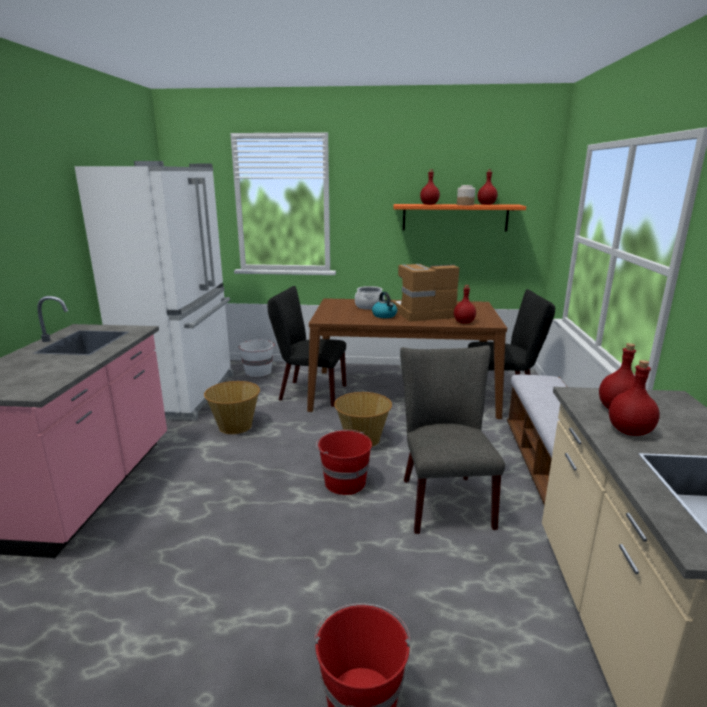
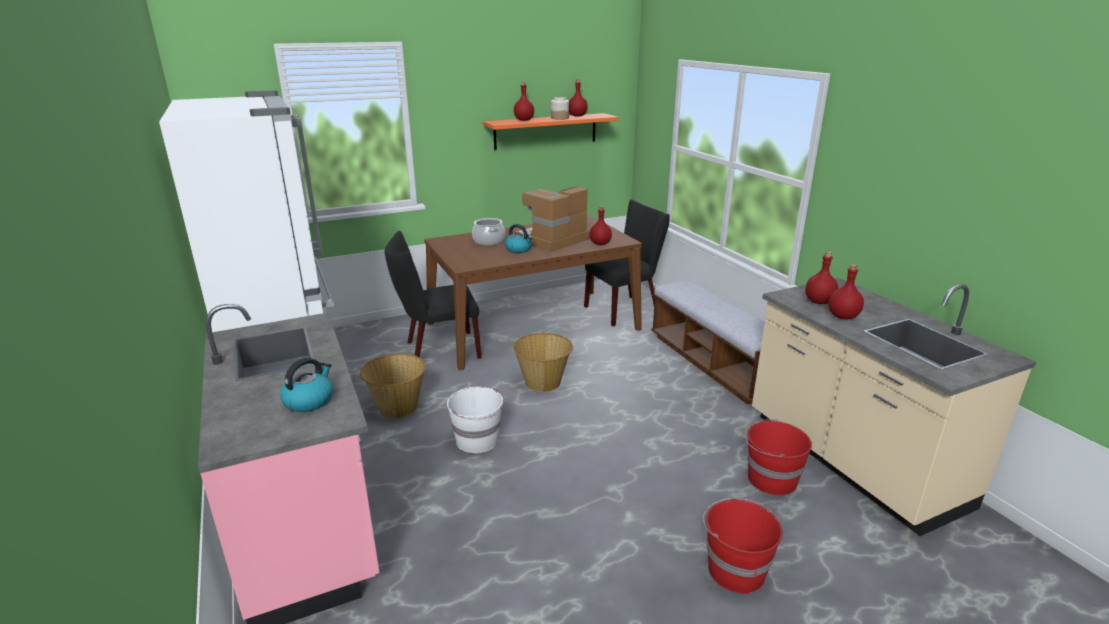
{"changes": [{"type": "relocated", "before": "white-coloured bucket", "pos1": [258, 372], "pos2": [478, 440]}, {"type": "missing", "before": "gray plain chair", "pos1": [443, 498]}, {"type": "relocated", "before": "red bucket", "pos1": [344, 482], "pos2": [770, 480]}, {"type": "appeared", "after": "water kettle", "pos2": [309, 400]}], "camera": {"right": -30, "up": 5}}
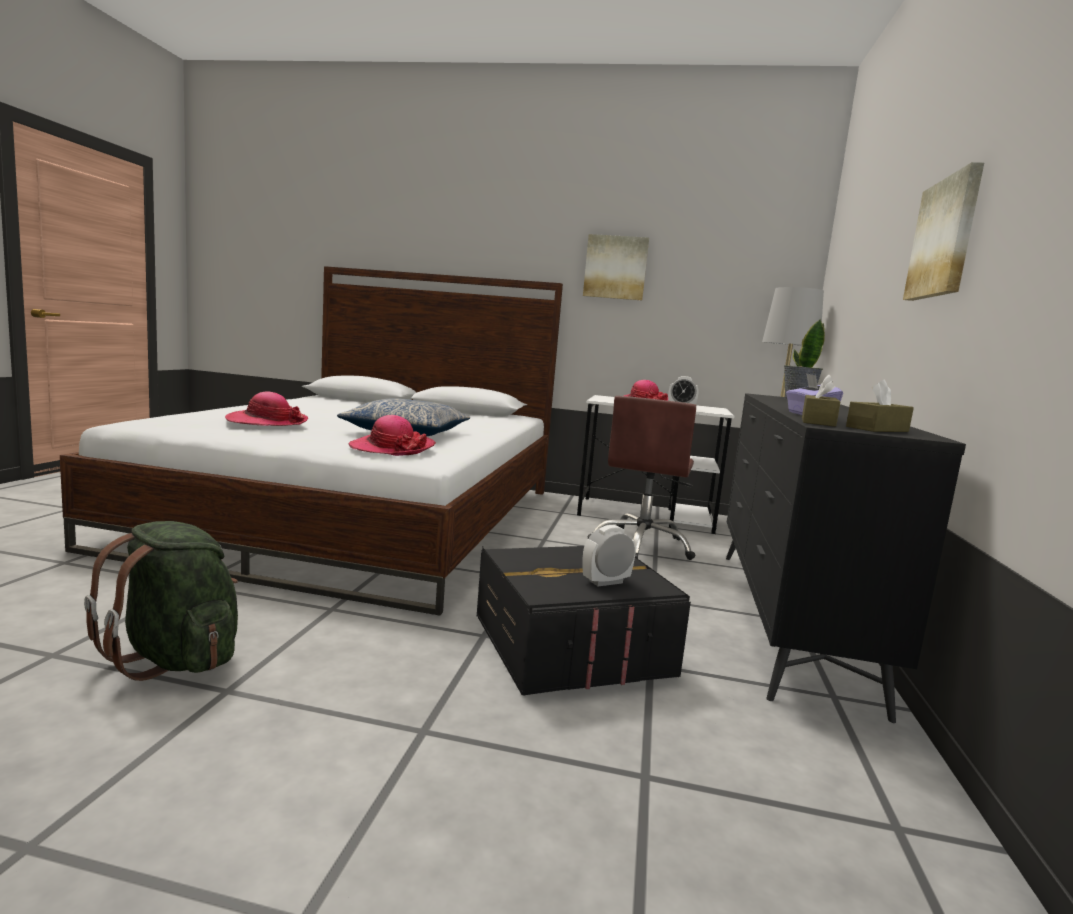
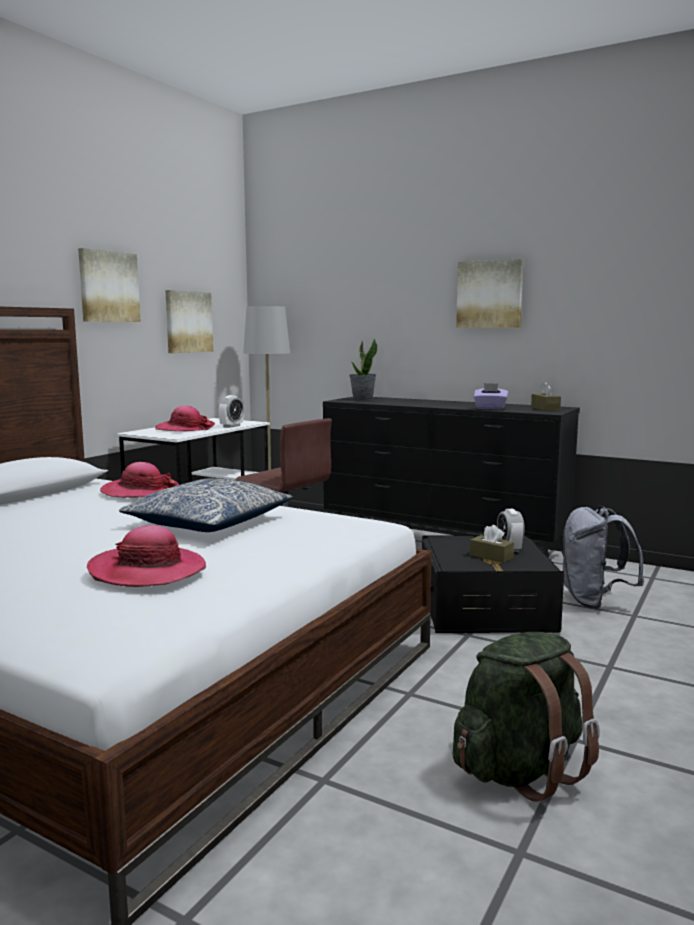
{"changes": [{"type": "relocated", "before": "brown box of tissues", "pos1": [818, 422], "pos2": [491, 556]}, {"type": "relocated", "before": "hat", "pos1": [391, 448], "pos2": [140, 491]}, {"type": "appeared", "after": "picture", "pos2": [188, 322]}, {"type": "appeared", "after": "gray rucksack", "pos2": [594, 601]}], "camera": {"right": -70, "up": 0}}
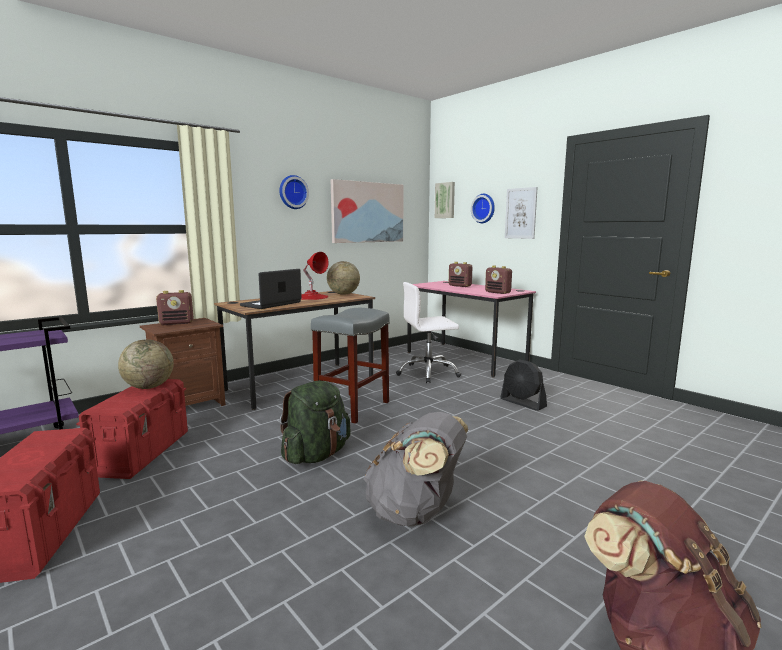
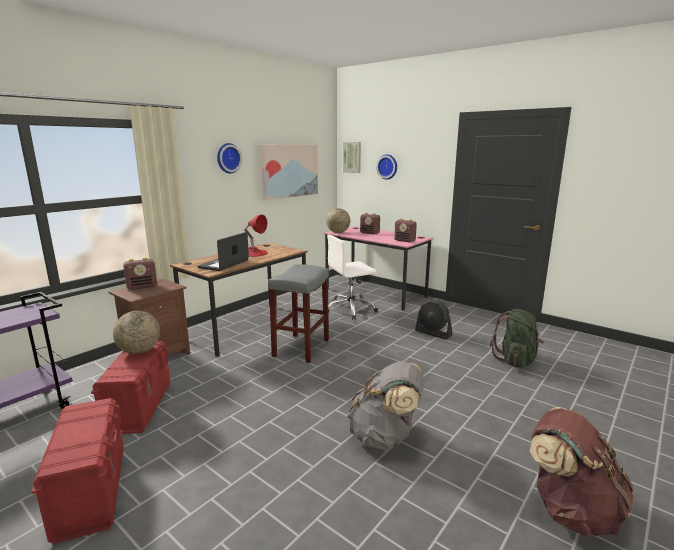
{"changes": [{"type": "missing", "before": "picture", "pos1": [520, 213]}, {"type": "relocated", "before": "globe", "pos1": [343, 294], "pos2": [338, 232]}, {"type": "relocated", "before": "greenish rucksack", "pos1": [316, 455], "pos2": [516, 360]}], "camera": {"right": -10, "up": 5}}
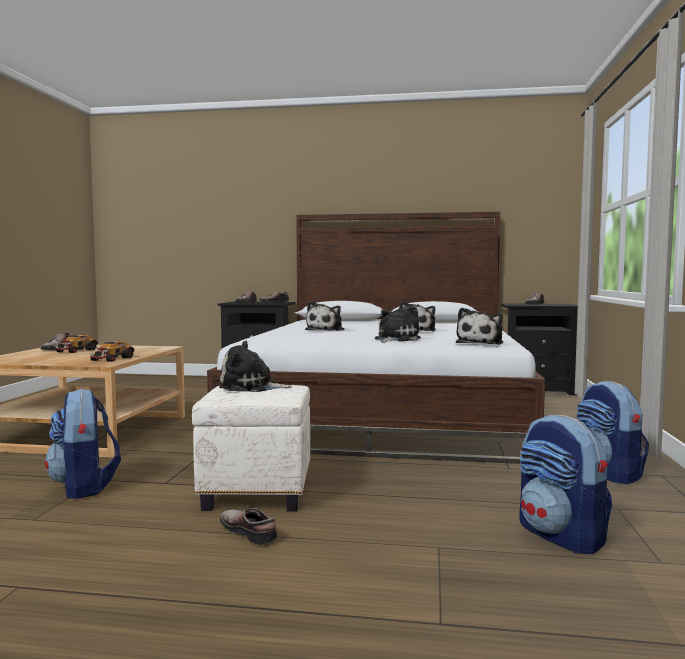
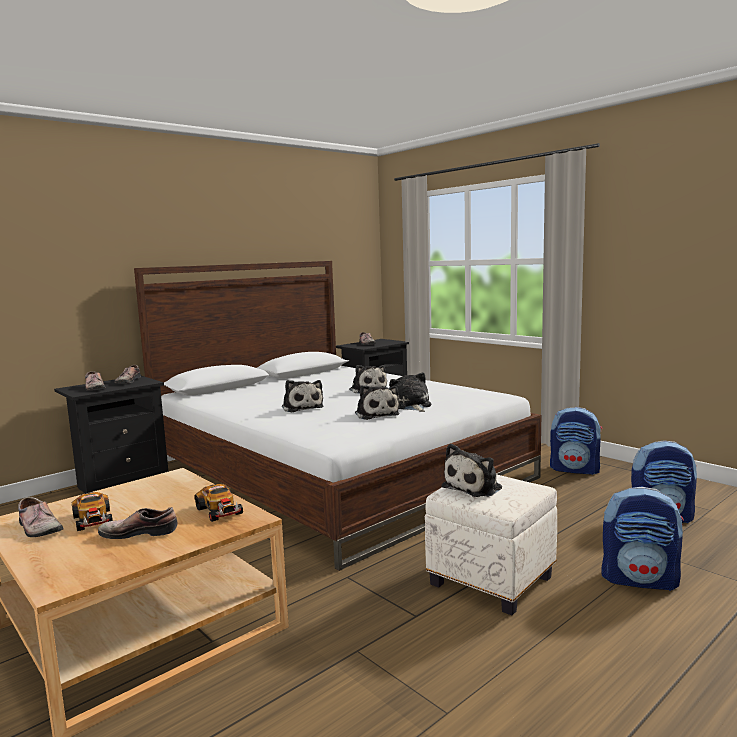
{"changes": [{"type": "relocated", "before": "plush toy", "pos1": [481, 343], "pos2": [376, 414]}, {"type": "relocated", "before": "rucksack", "pos1": [85, 487], "pos2": [640, 580]}, {"type": "relocated", "before": "shoe", "pos1": [250, 532], "pos2": [140, 532]}], "camera": {"right": -50, "up": 5}}
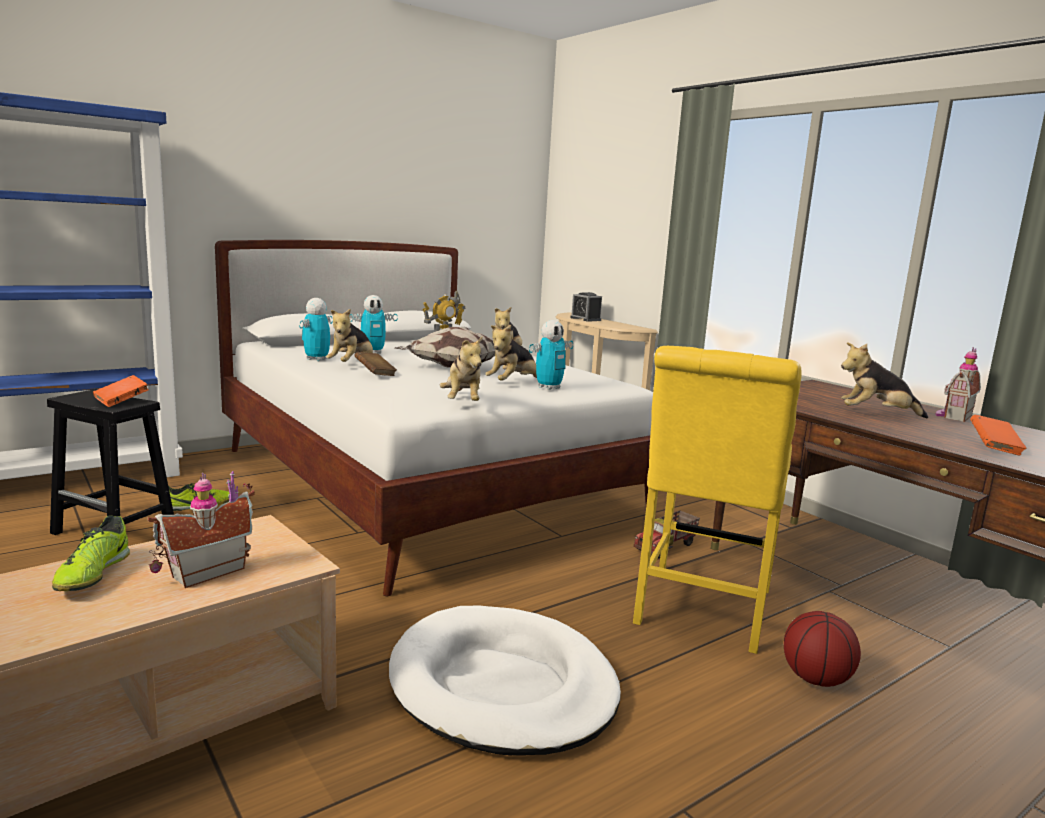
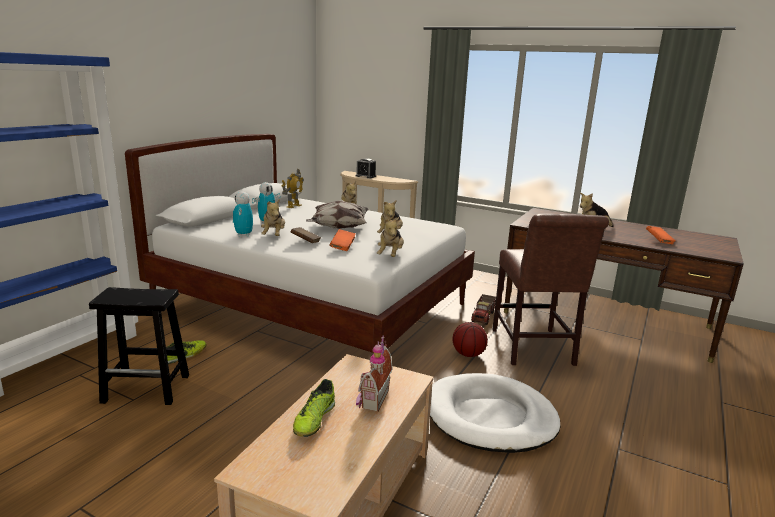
{"changes": [{"type": "missing", "before": "toy robot", "pos1": [549, 388]}, {"type": "spun", "before": "plush toy", "pos1": [462, 402], "pos2": [390, 255], "turn": 45}, {"type": "colour", "before": "yellow plain chair", "after": "brown plain chair", "pos1": [700, 610], "pos2": [533, 349]}, {"type": "missing", "before": "miniature house", "pos1": [953, 416]}, {"type": "relocated", "before": "orangey book", "pos1": [122, 402], "pos2": [342, 247]}, {"type": "spun", "before": "shoe", "pos1": [92, 574], "pos2": [314, 420], "turn": 45}, {"type": "relocated", "before": "basketball", "pos1": [815, 679], "pos2": [468, 354]}], "camera": {"right": -25, "up": 5}}
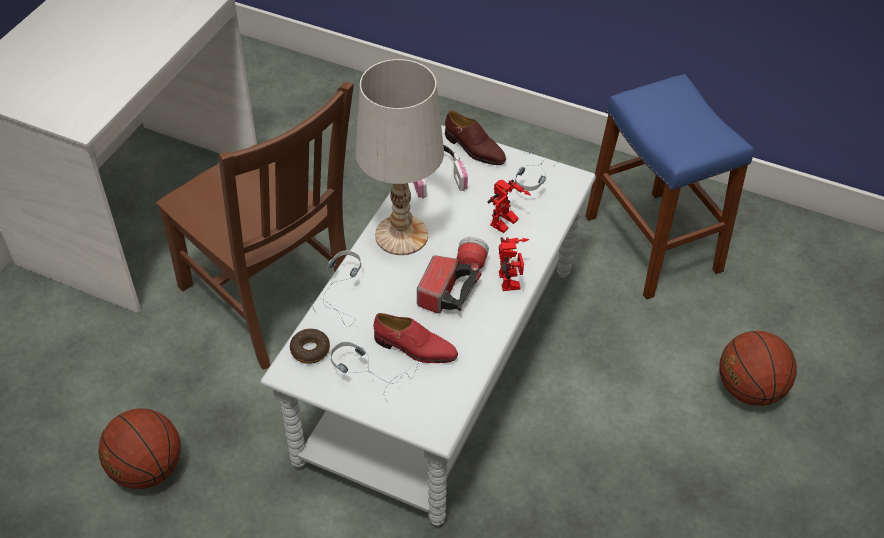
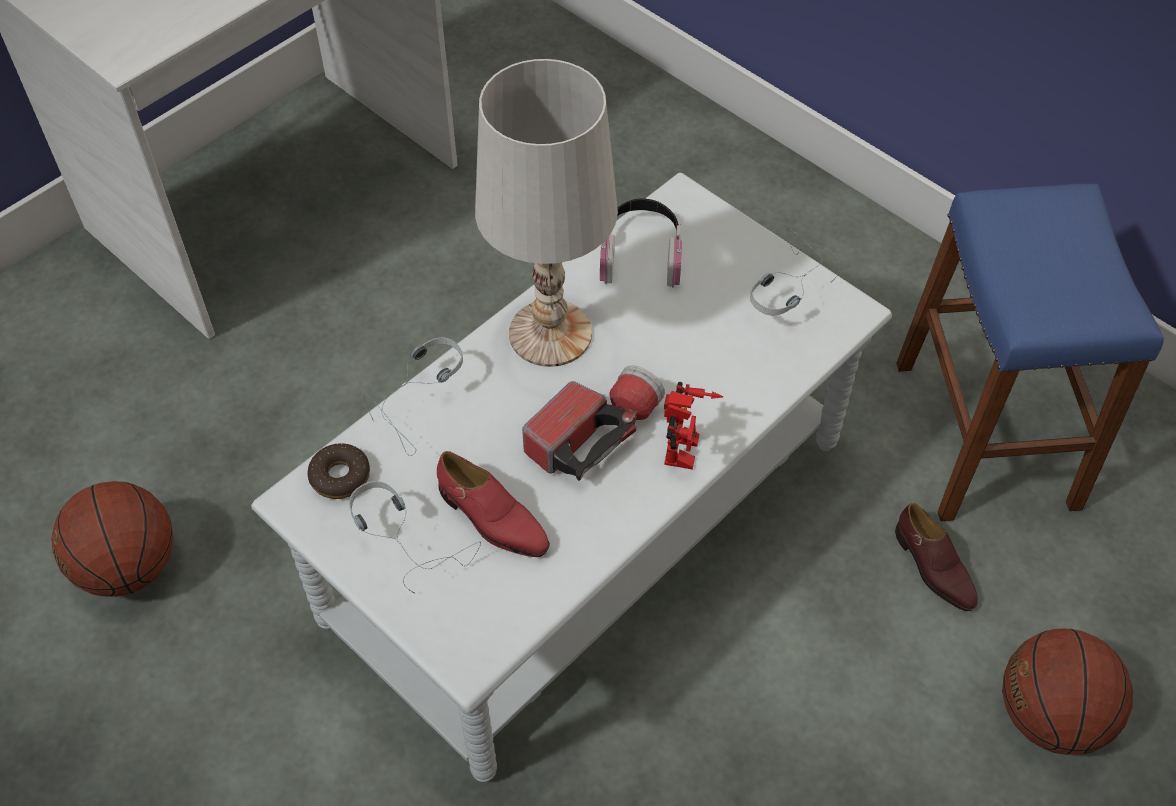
{"changes": [{"type": "missing", "before": "brown plain chair", "pos1": [270, 300]}, {"type": "relocated", "before": "brown shoe", "pos1": [474, 149], "pos2": [933, 568]}, {"type": "missing", "before": "toy robot", "pos1": [505, 225]}], "camera": {"right": 20, "up": 5}}
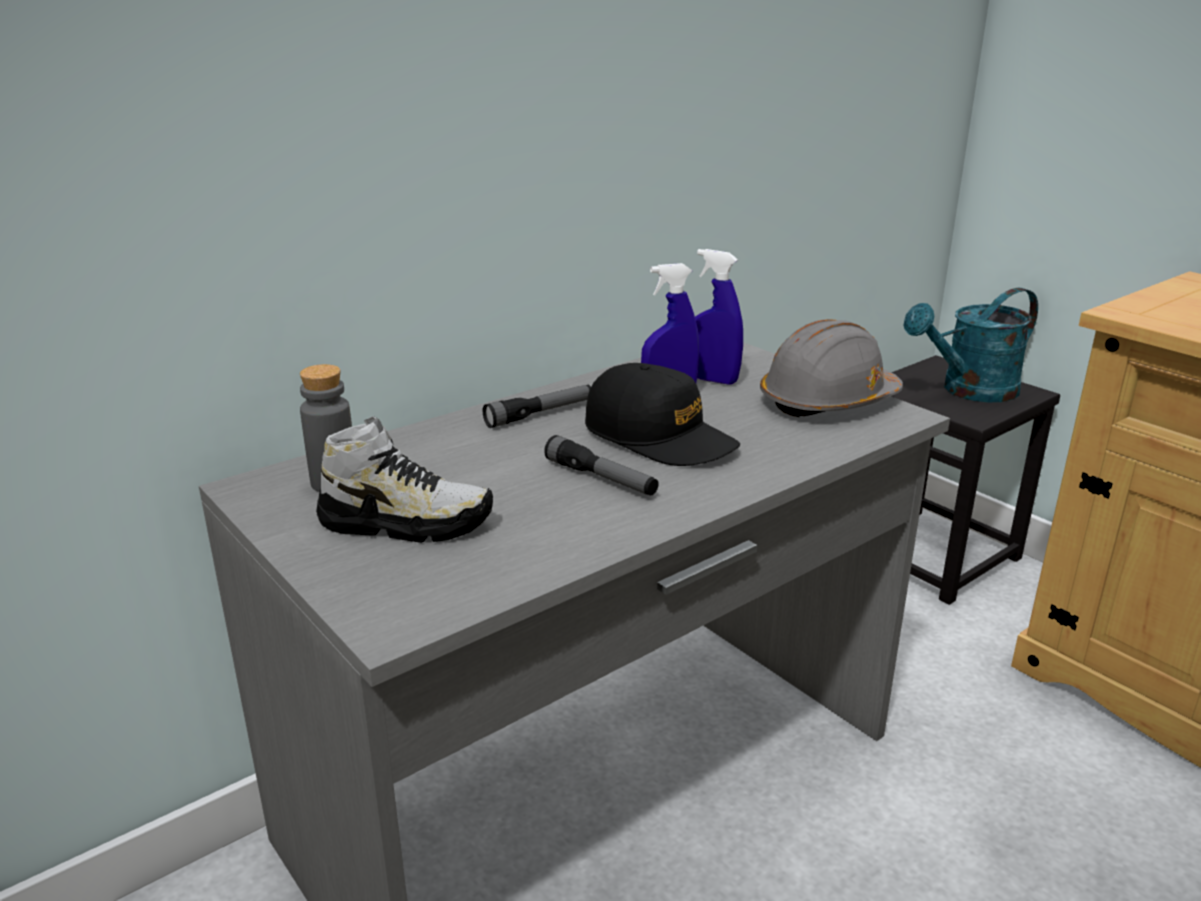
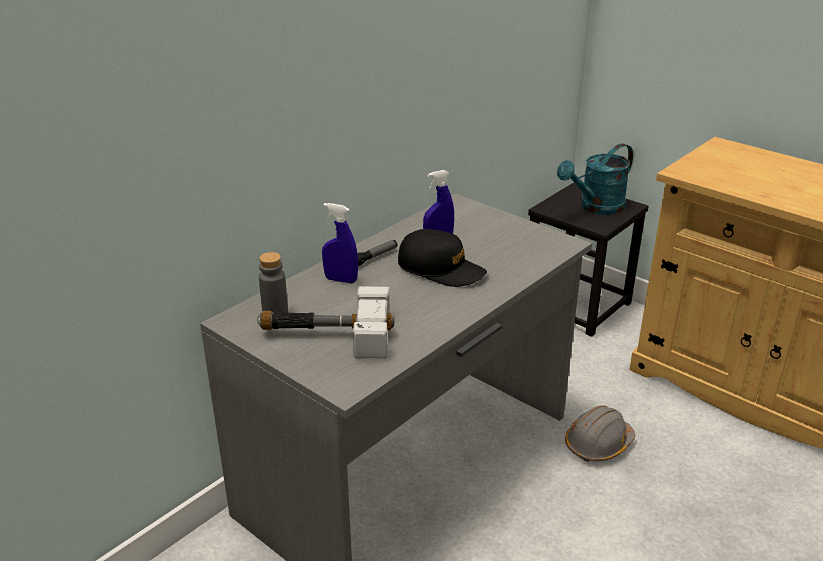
{"changes": [{"type": "relocated", "before": "blue-coloured spray bottle", "pos1": [712, 380], "pos2": [341, 280]}, {"type": "relocated", "before": "gray work helmet", "pos1": [828, 401], "pos2": [598, 444]}, {"type": "exchanged", "before": "shoe", "after": "tool hammer", "pos1": [406, 523], "pos2": [326, 334]}, {"type": "missing", "before": "torch", "pos1": [601, 478]}], "camera": {"right": -10, "up": 5}}
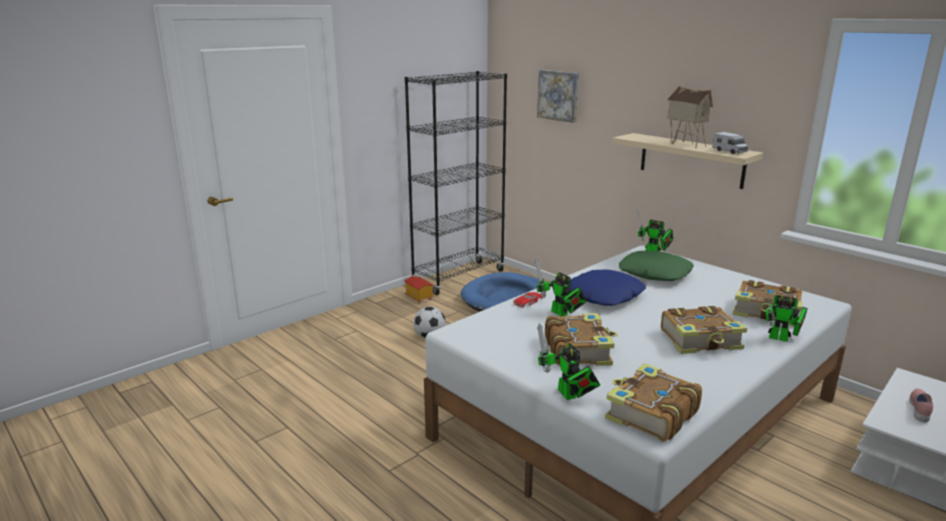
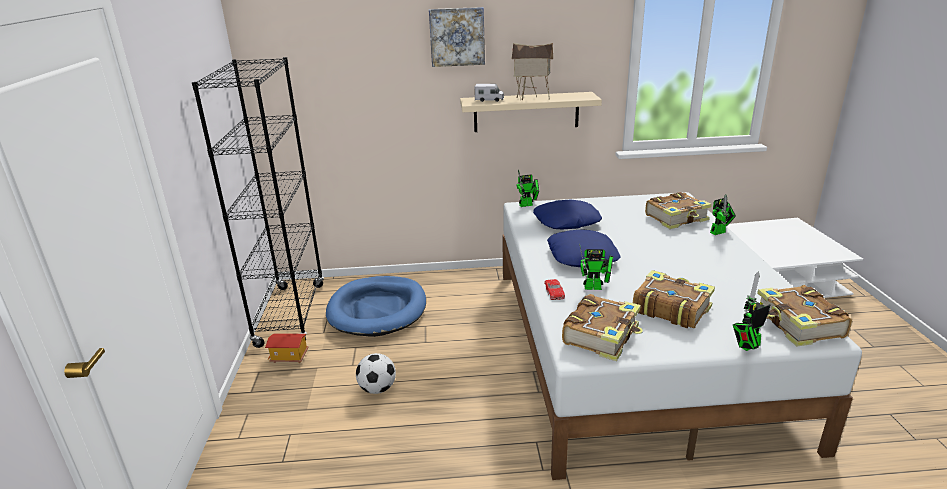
{"changes": [{"type": "relocated", "before": "picture", "pos1": [559, 95], "pos2": [457, 36]}, {"type": "relocated", "before": "toy truck", "pos1": [729, 151], "pos2": [489, 100]}, {"type": "colour", "before": "greenish cushion", "after": "blue-coloured cushion", "pos1": [654, 273], "pos2": [566, 222]}, {"type": "relocated", "before": "book", "pos1": [701, 340], "pos2": [602, 335]}, {"type": "spun", "before": "toy robot", "pos1": [568, 395], "pos2": [747, 346], "turn": 135}, {"type": "missing", "before": "pink-coloured shoe", "pos1": [920, 410]}], "camera": {"right": -50, "up": 5}}
